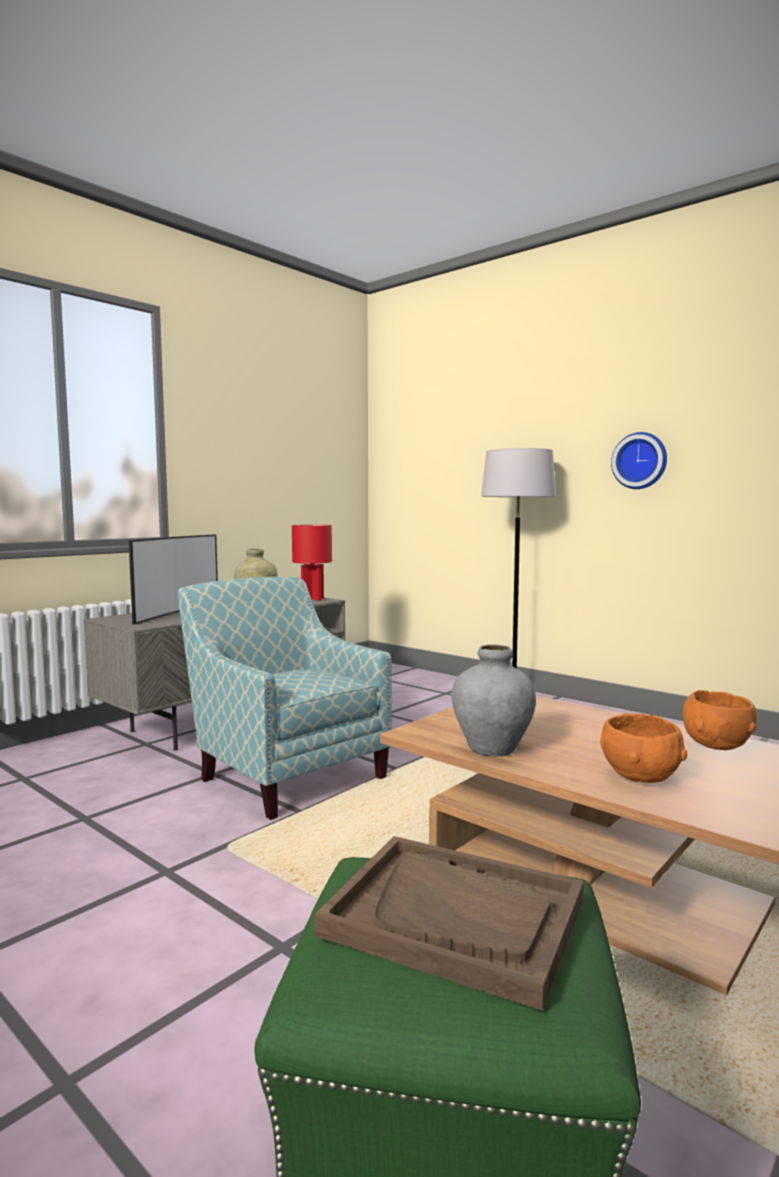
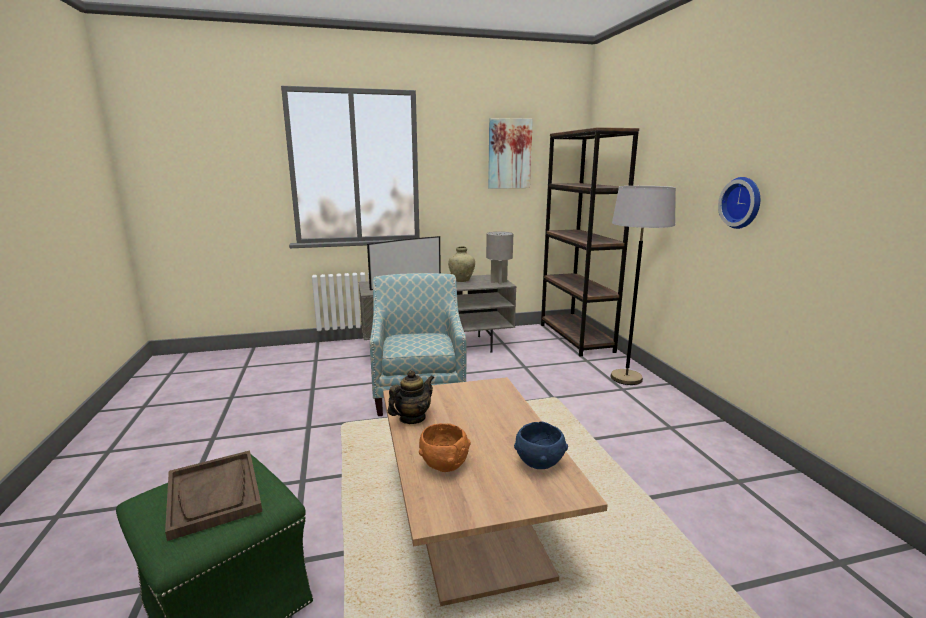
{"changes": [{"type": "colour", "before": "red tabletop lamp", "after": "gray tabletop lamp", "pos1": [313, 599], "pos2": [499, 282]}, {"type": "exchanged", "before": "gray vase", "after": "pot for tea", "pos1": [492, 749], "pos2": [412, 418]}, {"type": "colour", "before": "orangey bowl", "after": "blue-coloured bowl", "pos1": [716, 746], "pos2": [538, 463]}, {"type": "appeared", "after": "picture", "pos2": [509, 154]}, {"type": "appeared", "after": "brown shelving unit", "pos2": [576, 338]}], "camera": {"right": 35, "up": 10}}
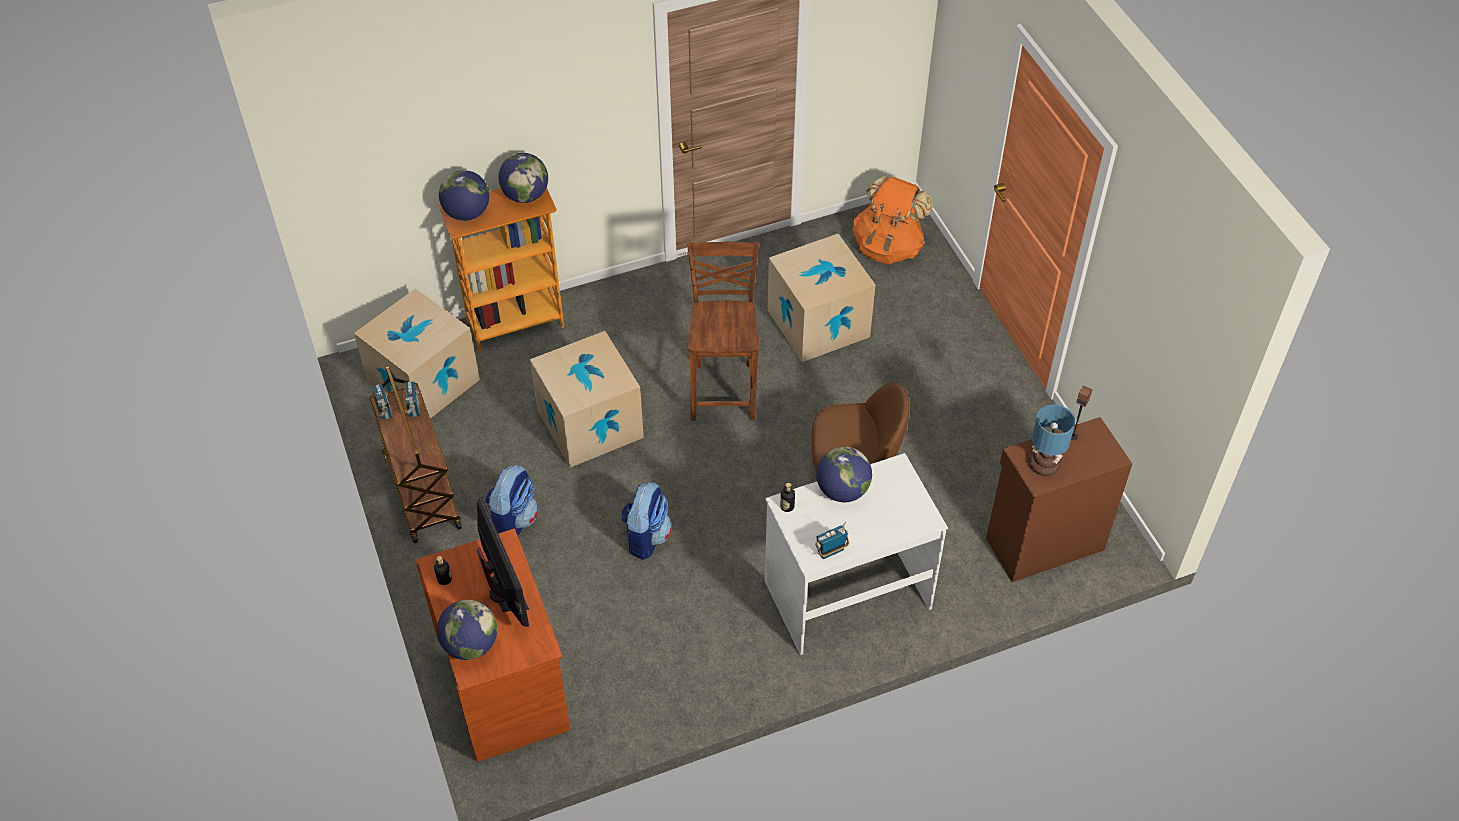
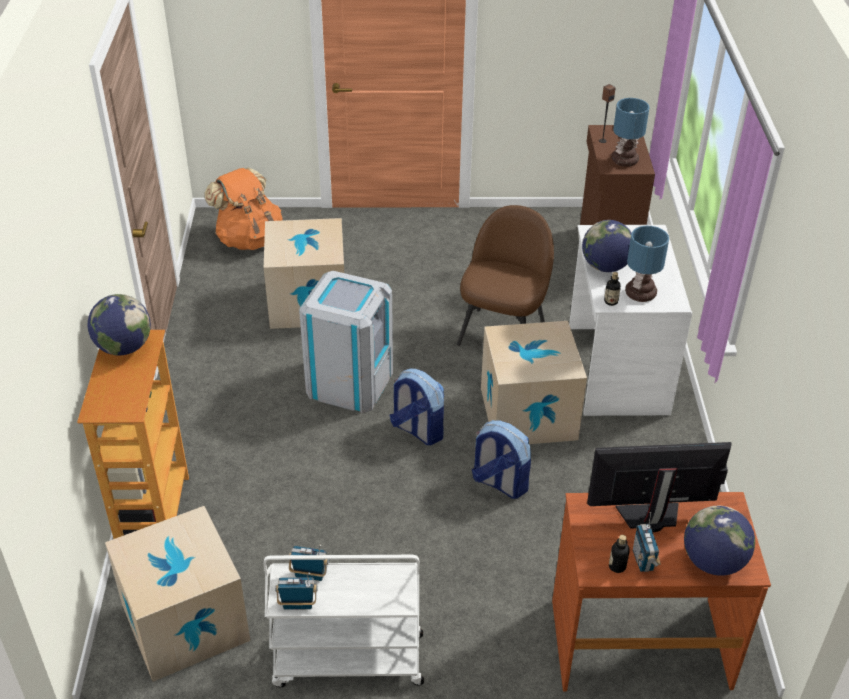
{"changes": [{"type": "missing", "before": "globe", "pos1": [467, 213]}, {"type": "exchanged", "before": "brown plain chair", "after": "gray trash can", "pos1": [724, 390], "pos2": [349, 382]}, {"type": "relocated", "before": "packing box", "pos1": [590, 424], "pos2": [528, 413]}, {"type": "colour", "before": "brown cart", "after": "white-coloured cart", "pos1": [421, 490], "pos2": [347, 661]}, {"type": "relocated", "before": "rucksack", "pos1": [514, 519], "pos2": [417, 430]}, {"type": "relocated", "before": "radio receiver", "pos1": [831, 551], "pos2": [643, 560]}, {"type": "appeared", "after": "tabletop lamp", "pos2": [640, 294]}], "camera": {"right": -70, "up": -10}}
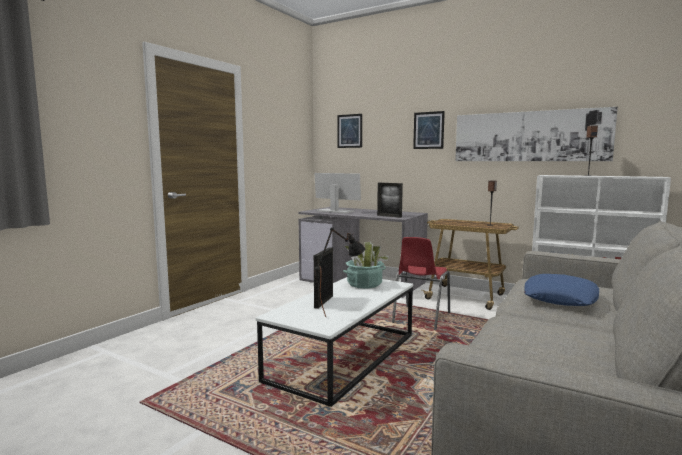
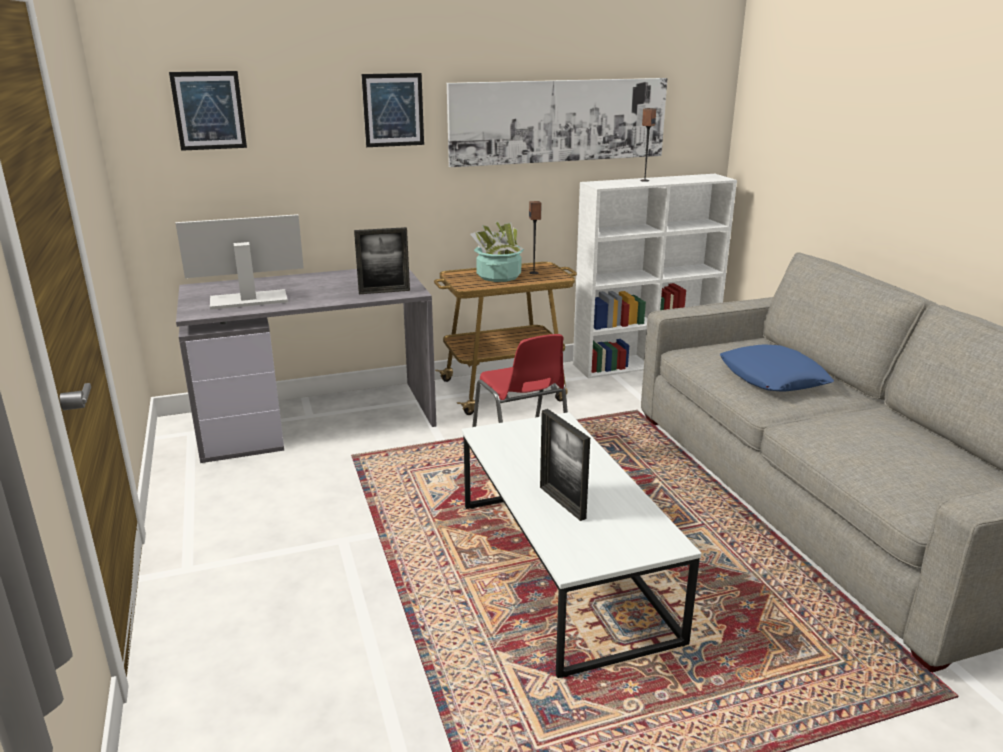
{"changes": [{"type": "missing", "before": "black-coloured tabletop lamp", "pos1": [339, 312]}, {"type": "relocated", "before": "plant in a pot", "pos1": [364, 284], "pos2": [498, 276]}], "camera": {"right": -50, "up": 15}}
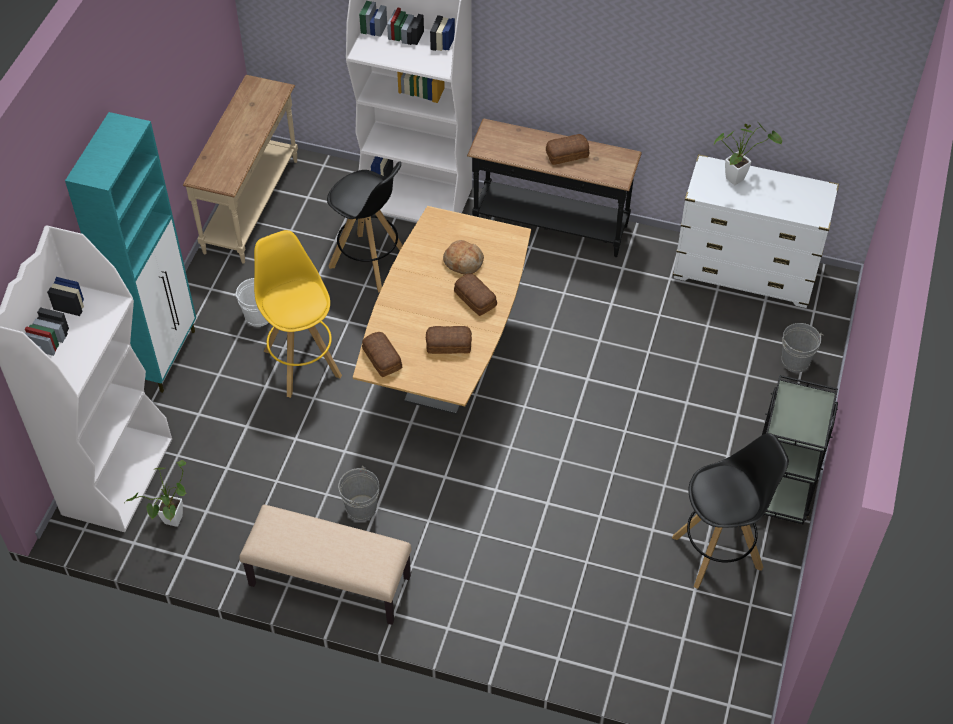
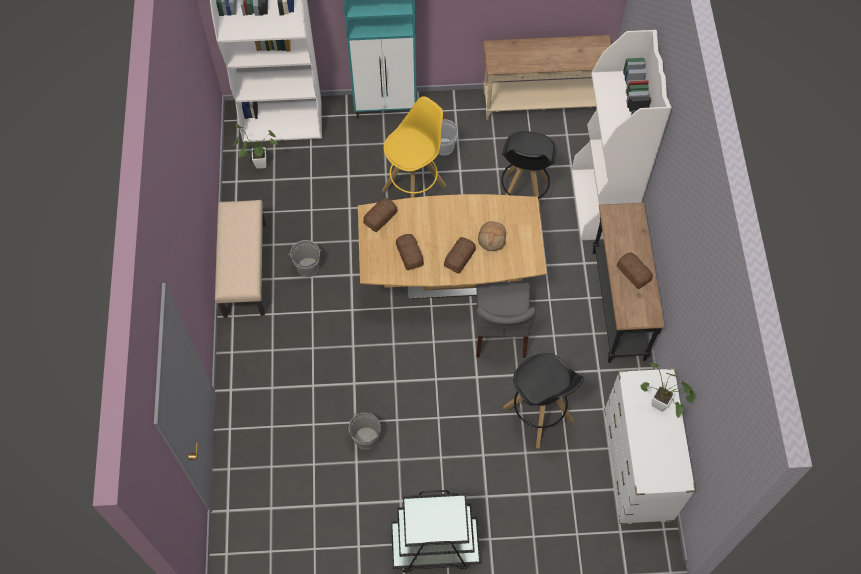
{"changes": [{"type": "relocated", "before": "gray bucket", "pos1": [795, 361], "pos2": [366, 438]}, {"type": "relocated", "before": "black-coloured sitting stool", "pos1": [718, 552], "pos2": [538, 415]}, {"type": "appeared", "after": "gray plain chair", "pos2": [501, 332]}], "camera": {"right": 70, "up": 10}}
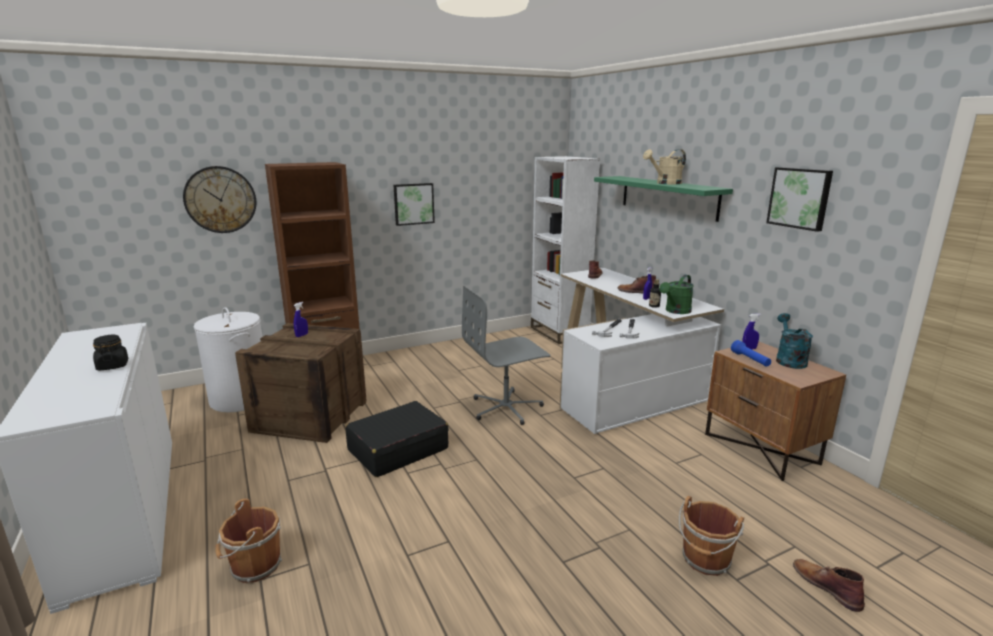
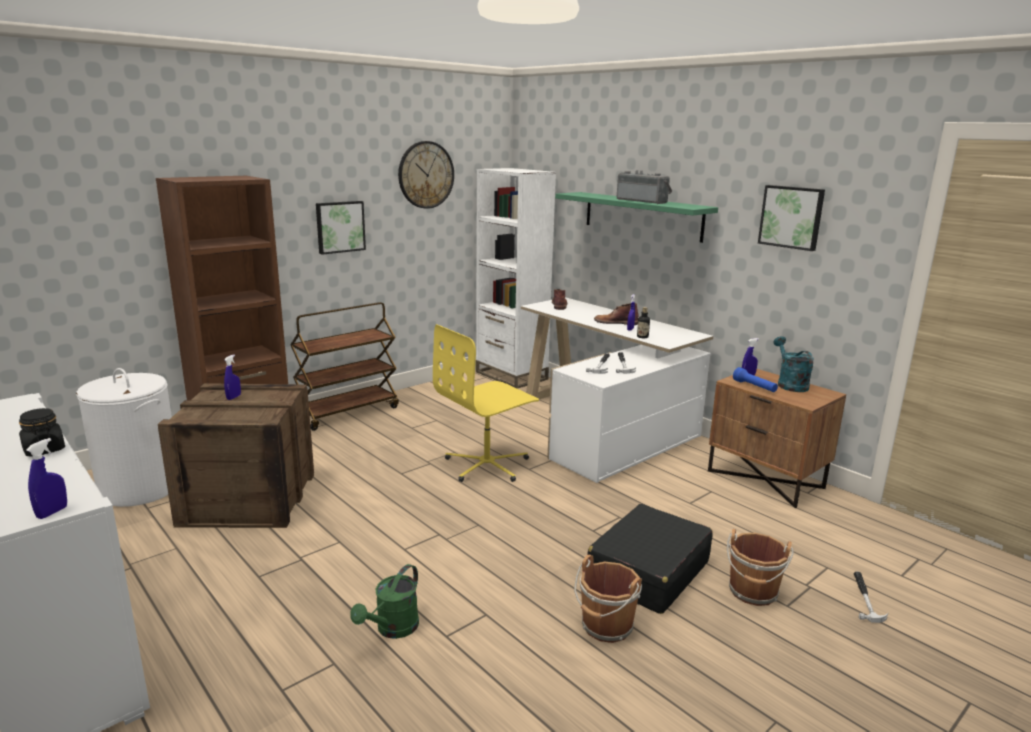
{"changes": [{"type": "exchanged", "before": "beige watering pot", "after": "radio receiver", "pos1": [665, 183], "pos2": [643, 201]}, {"type": "relocated", "before": "hanging clock", "pos1": [220, 199], "pos2": [426, 175]}, {"type": "relocated", "before": "greenish watering pot", "pos1": [676, 311], "pos2": [392, 629]}, {"type": "colour", "before": "gray office chair", "after": "yellow office chair", "pos1": [506, 408], "pos2": [487, 465]}, {"type": "relocated", "before": "black-coloured suitcase", "pos1": [397, 449], "pos2": [647, 572]}, {"type": "relocated", "before": "brown bucket", "pos1": [254, 567], "pos2": [606, 627]}, {"type": "exchanged", "before": "brown high-top boot", "after": "tool hammer", "pos1": [826, 586], "pos2": [865, 598]}, {"type": "appeared", "after": "brown cart", "pos2": [348, 412]}, {"type": "appeared", "after": "blue-coloured spray bottle", "pos2": [52, 512]}], "camera": {"right": -15, "up": 0}}
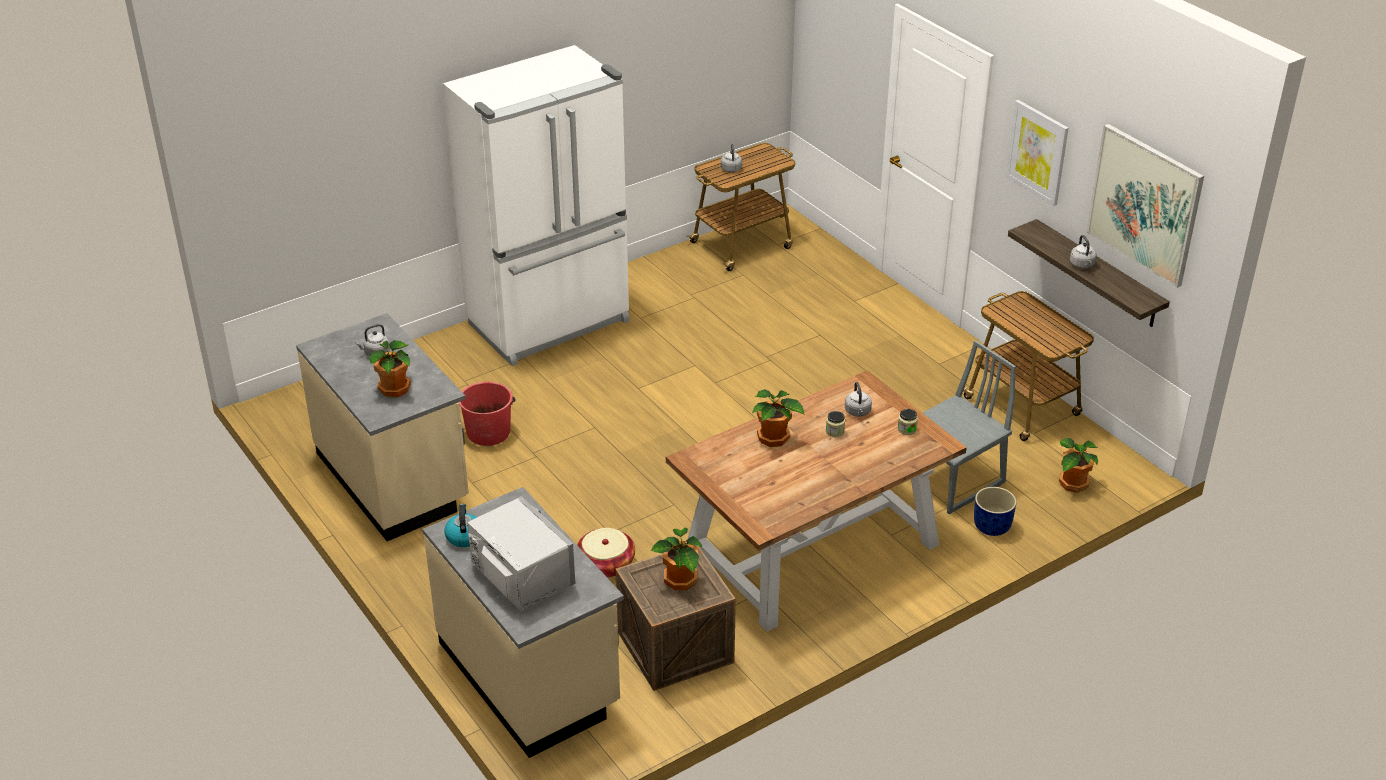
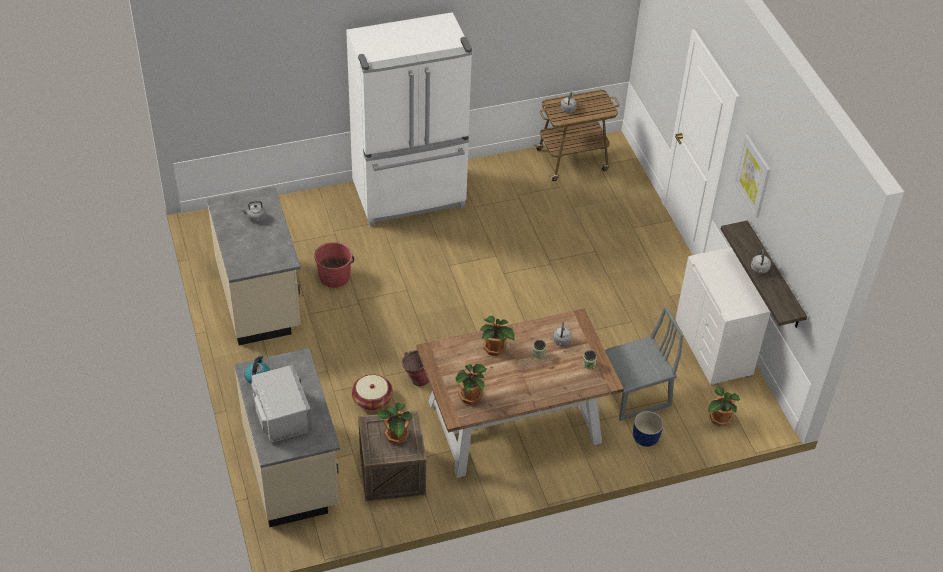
{"changes": [{"type": "missing", "before": "picture", "pos1": [1144, 204]}, {"type": "exchanged", "before": "cart", "after": "white-coloured dresser", "pos1": [1023, 408], "pos2": [714, 348]}, {"type": "relocated", "before": "plant in a pot", "pos1": [396, 388], "pos2": [471, 396]}, {"type": "appeared", "after": "bucket", "pos2": [416, 378]}], "camera": {"right": 15, "up": 10}}
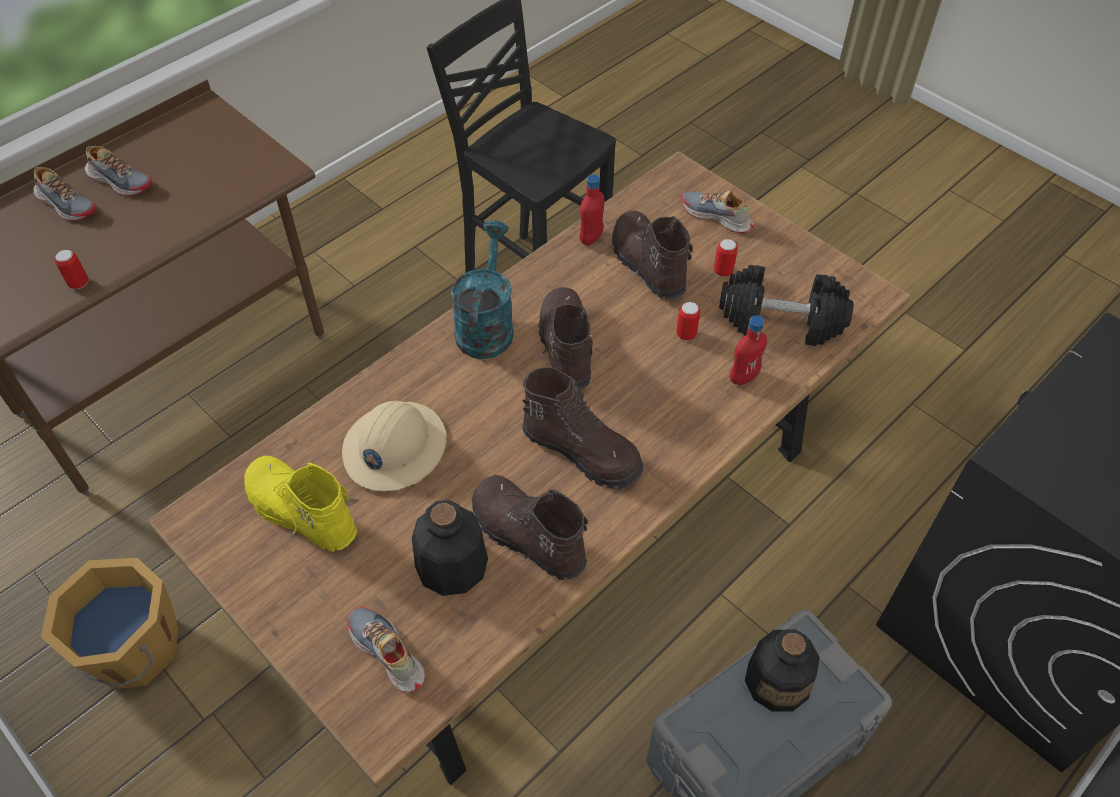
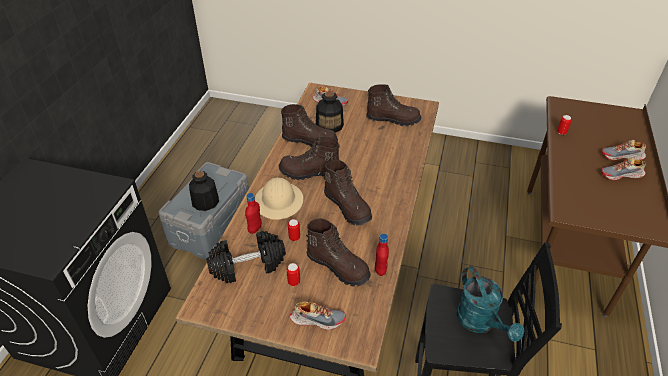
{"changes": [{"type": "relocated", "before": "blue-green watering pot", "pos1": [486, 324], "pos2": [480, 323]}, {"type": "relocated", "before": "beige work helmet", "pos1": [394, 447], "pos2": [279, 201]}, {"type": "colour", "before": "yellow high-top boot", "after": "brown high-top boot", "pos1": [300, 513], "pos2": [393, 119]}, {"type": "missing", "before": "orangey bucket", "pos1": [133, 650]}], "camera": {"right": 150, "up": -10}}
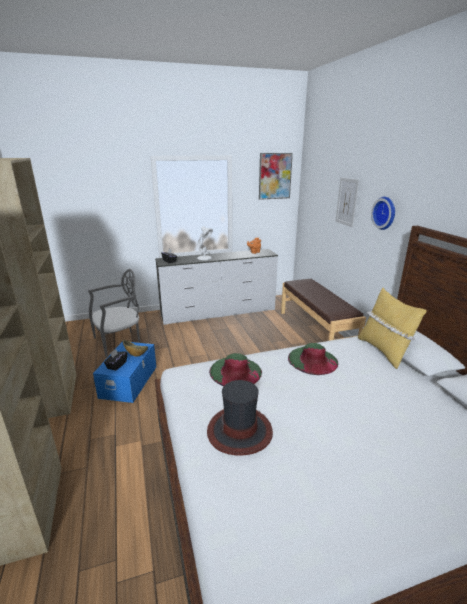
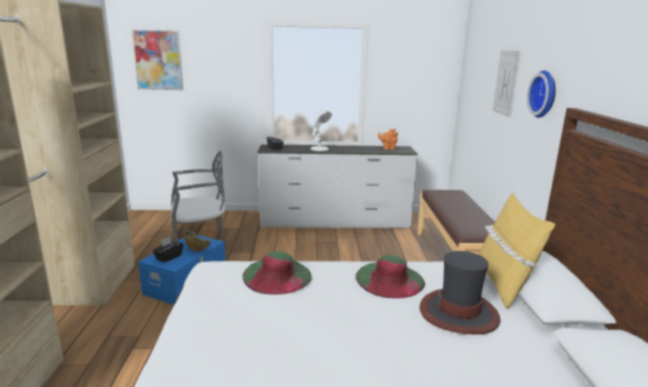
{"changes": [{"type": "relocated", "before": "picture", "pos1": [275, 176], "pos2": [158, 60]}, {"type": "relocated", "before": "hat", "pos1": [240, 431], "pos2": [459, 313]}], "camera": {"right": 15, "up": -5}}
